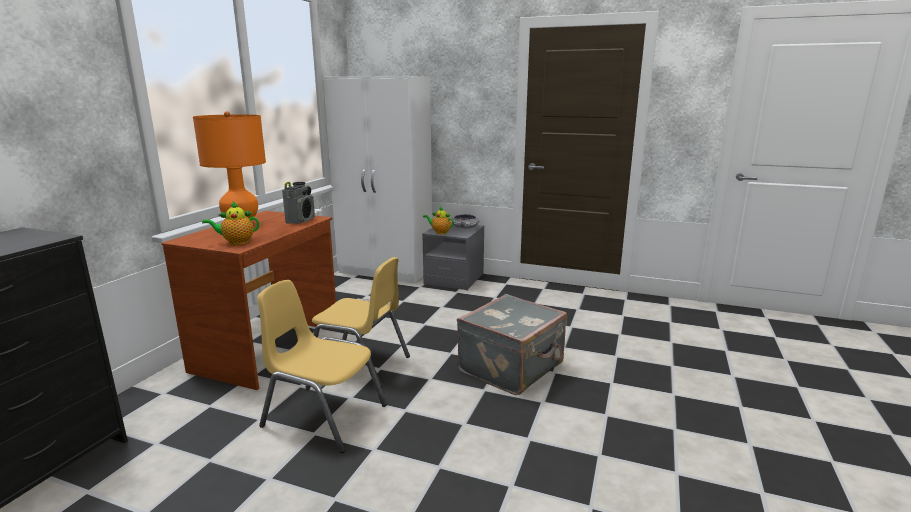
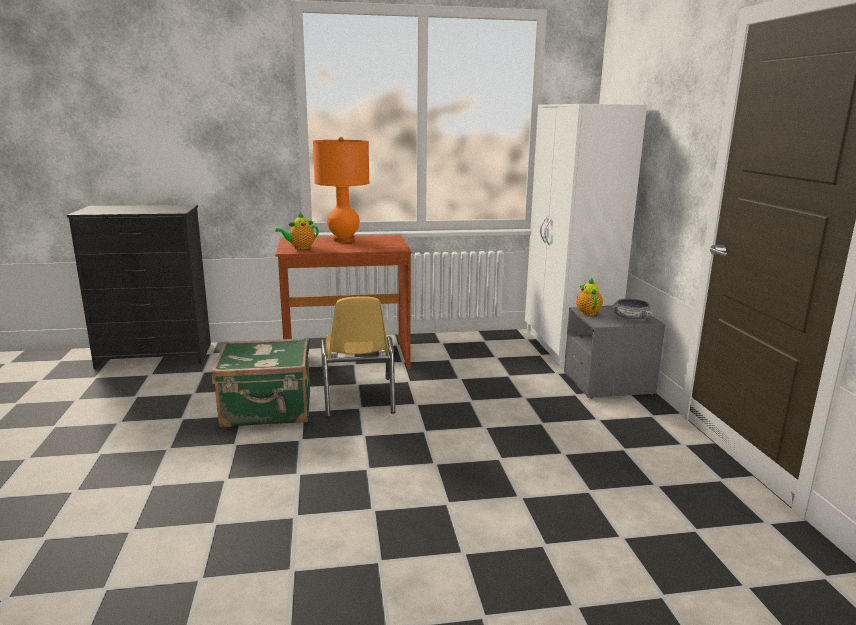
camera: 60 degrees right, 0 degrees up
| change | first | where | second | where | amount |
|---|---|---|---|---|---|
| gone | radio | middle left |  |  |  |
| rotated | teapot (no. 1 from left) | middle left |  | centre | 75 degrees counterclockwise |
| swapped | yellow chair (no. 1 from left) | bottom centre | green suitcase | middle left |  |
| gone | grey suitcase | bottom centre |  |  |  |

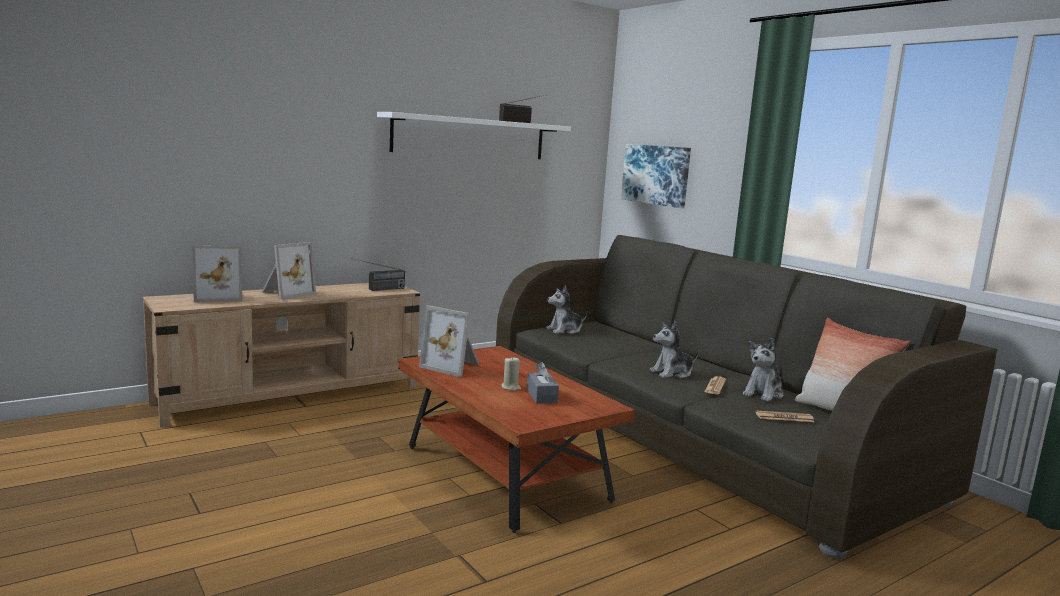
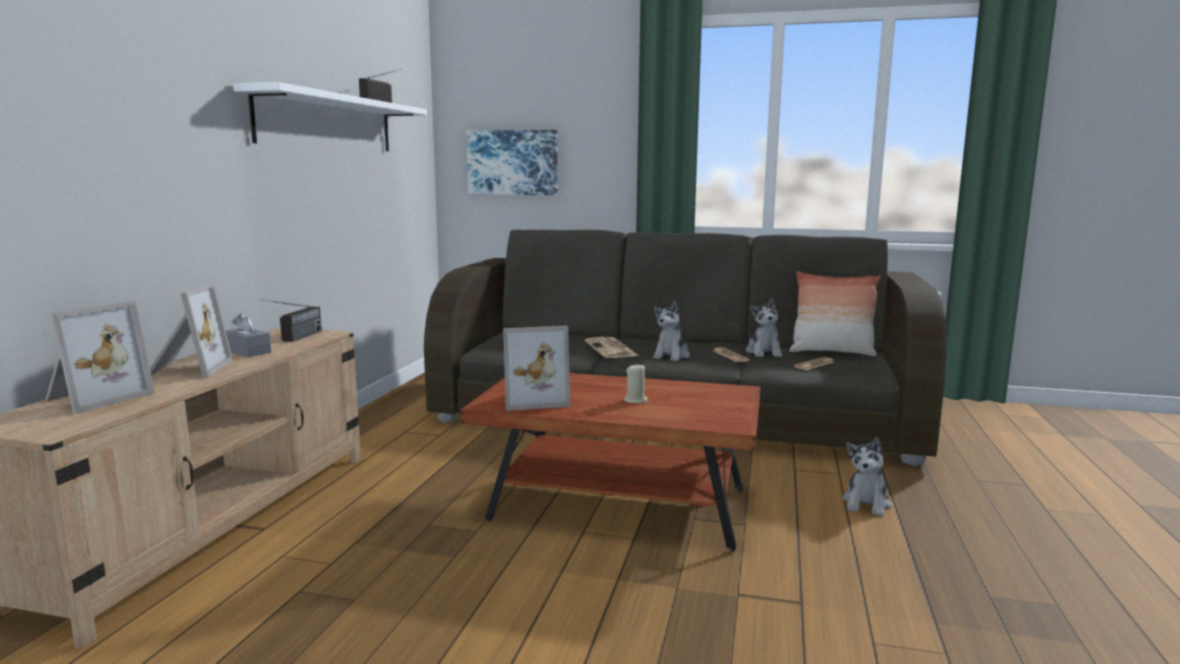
camera: 40 degrees left, 0 degrees up
| change | first | where | second | where | amount |
|---|---|---|---|---|---|
| shifted | plush toy (no. 1 from left in the first image) | centre | plush toy (no. 3 from left) | bottom right |  |
| shifted | grey tissue box | centre |  | middle left |  |
| new |  |  | newspaper (no. 1 from left) | centre |  |

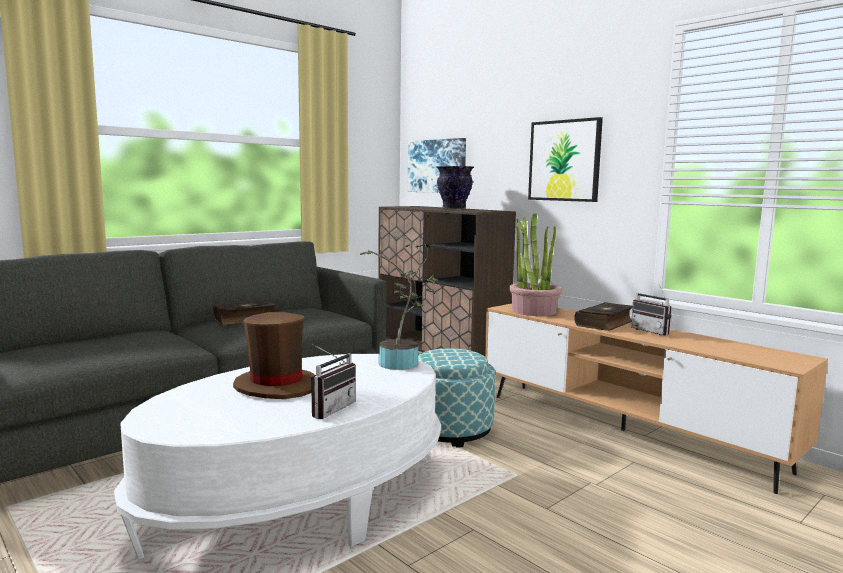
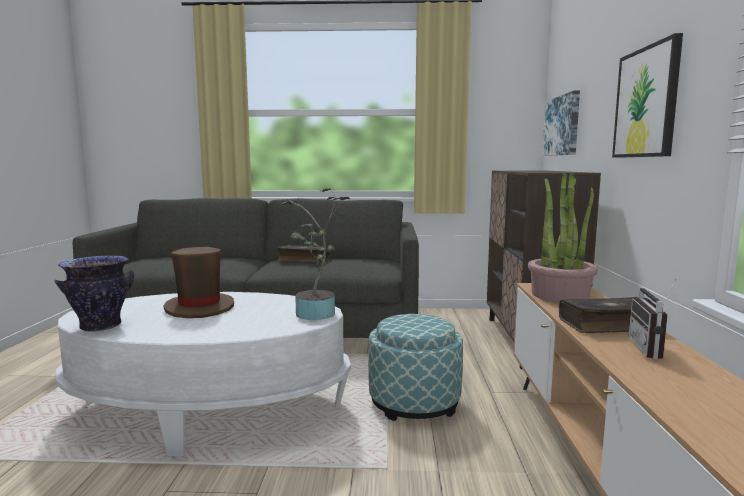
camera: 45 degrees right, 0 degrees up
| change | first | where | second | where | amount |
|---|---|---|---|---|---|
| shifted | vase | top centre |  | middle left |  |
| gone | radio (no. 1 from left) | centre |  |  |  |

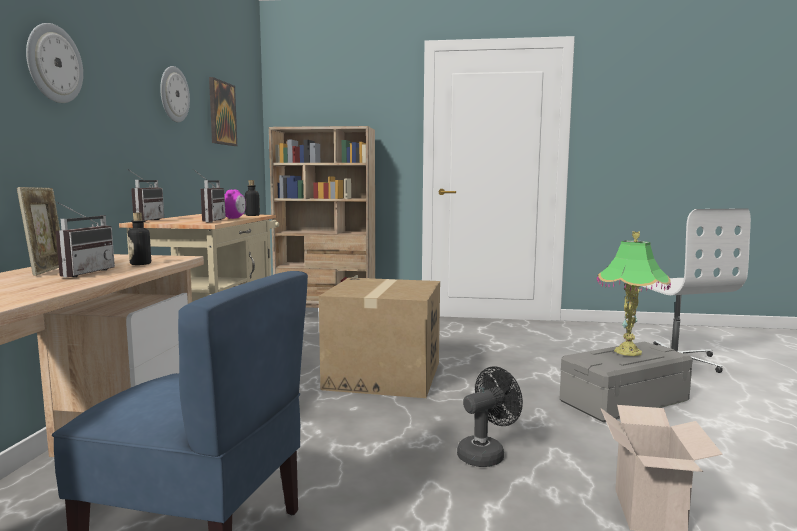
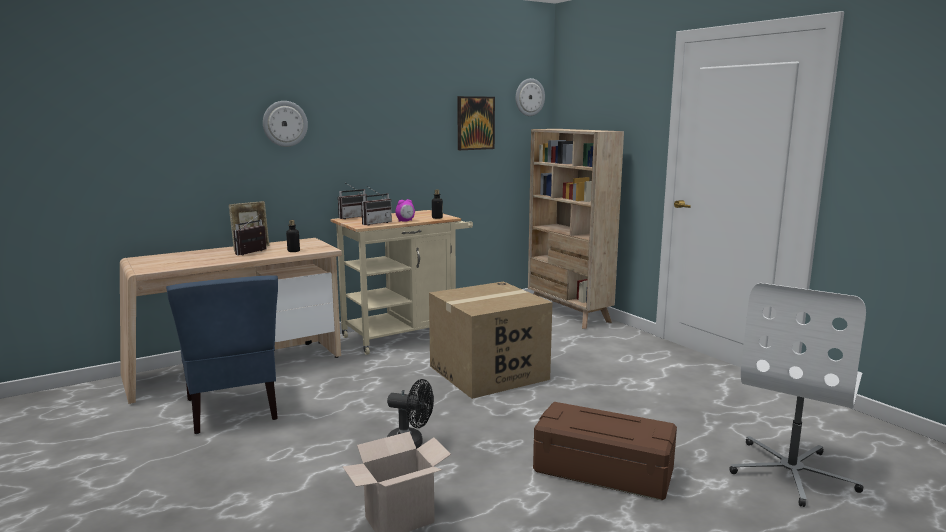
camera: 50 degrees right, 5 degrees up
| change | first | where | second | where | amount |
|---|---|---|---|---|---|
| shifted | wall clock (no. 2 from left) | top left |  | top centre |  |
| rotated | radio (no. 1 from left) | middle left |  | middle left | 150 degrees clockwise |
| gone | table lamp | middle right |  |  |  |
| repainted | grey storage box | bottom right | brown storage box | bottom centre |  |

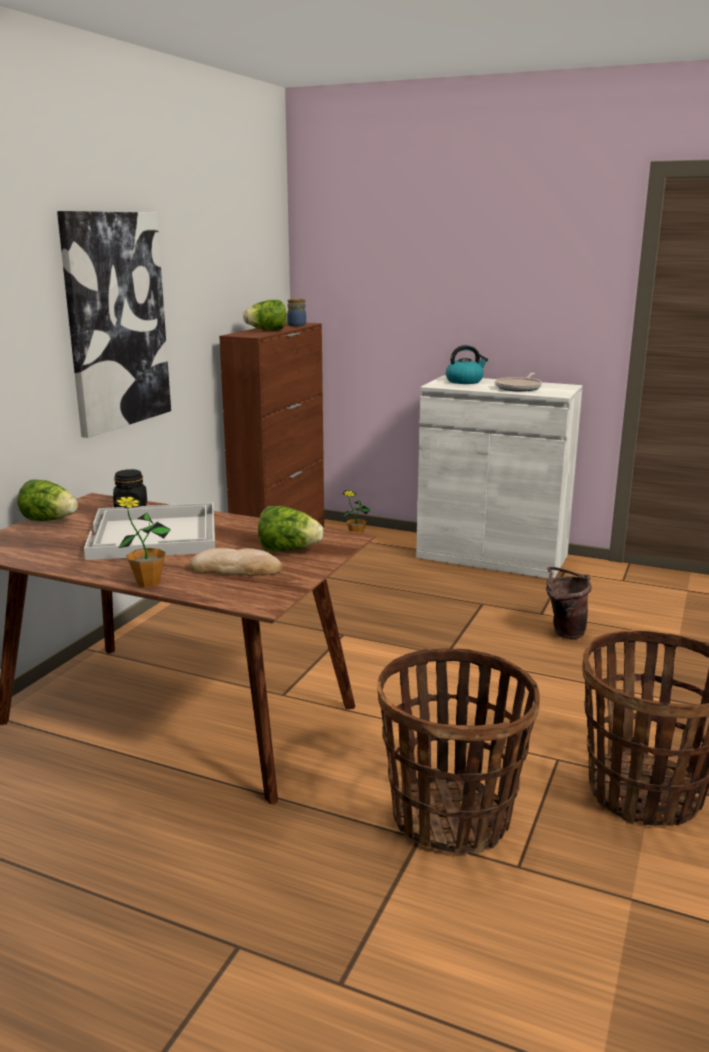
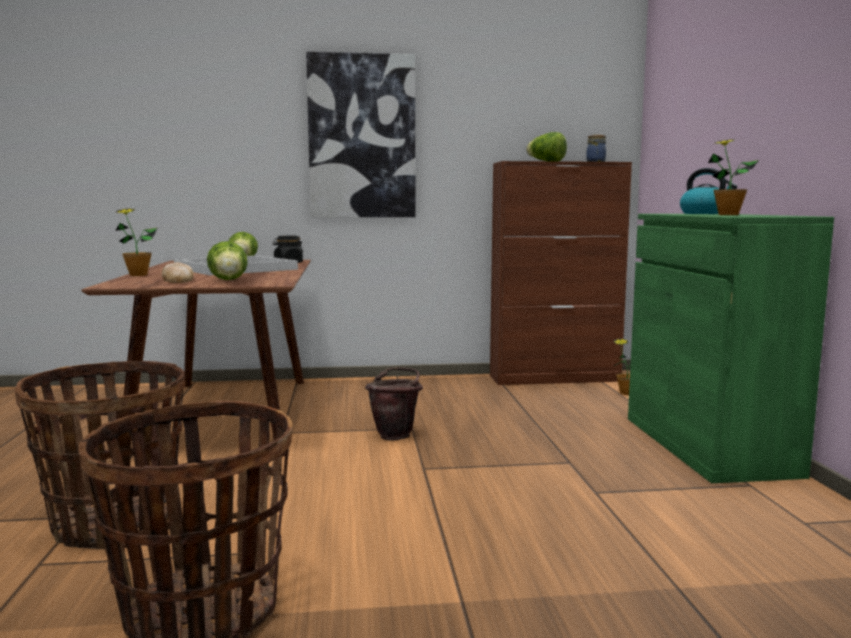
camera: 60 degrees right, 10 degrees down
| change | first | where | second | where | amount |
|---|---|---|---|---|---|
| swapped | frying pan | middle right | potted plant (no. 3 from left) | top right |  |
| repainted | white cabinet | middle right | green cabinet | middle right |  |
| shifted | brown bucket | middle right |  | centre |  |

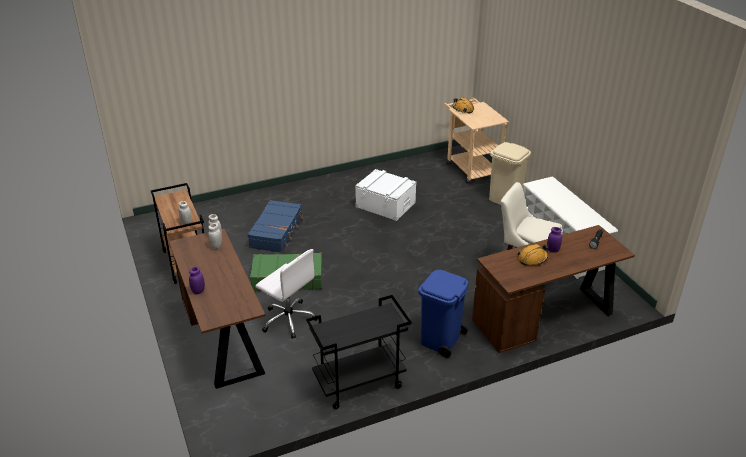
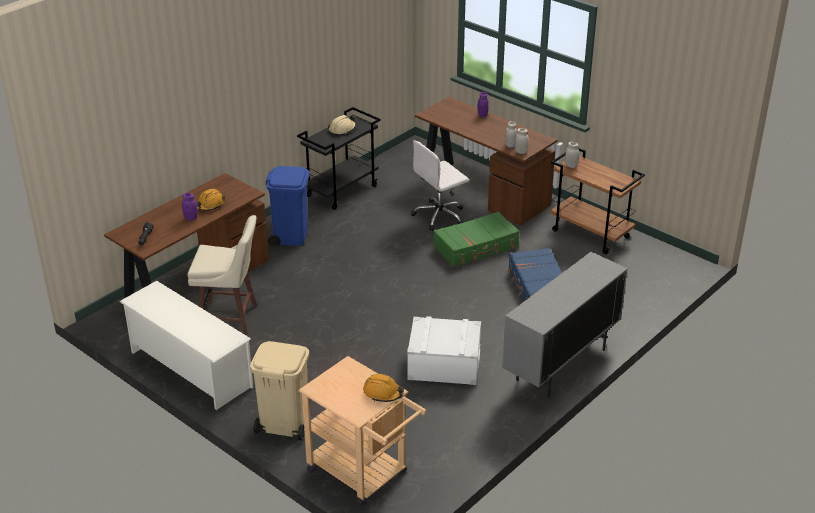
camera: 155 degrees right, 0 degrees up
| change | first | where | second | where | amount |
|---|---|---|---|---|---|
| rotated | white office chair | centre |  | centre | 45 degrees counterclockwise |
| new |  |  | beige hard hat | top centre |  |
| new |  |  | grey cabinet | middle right |  |

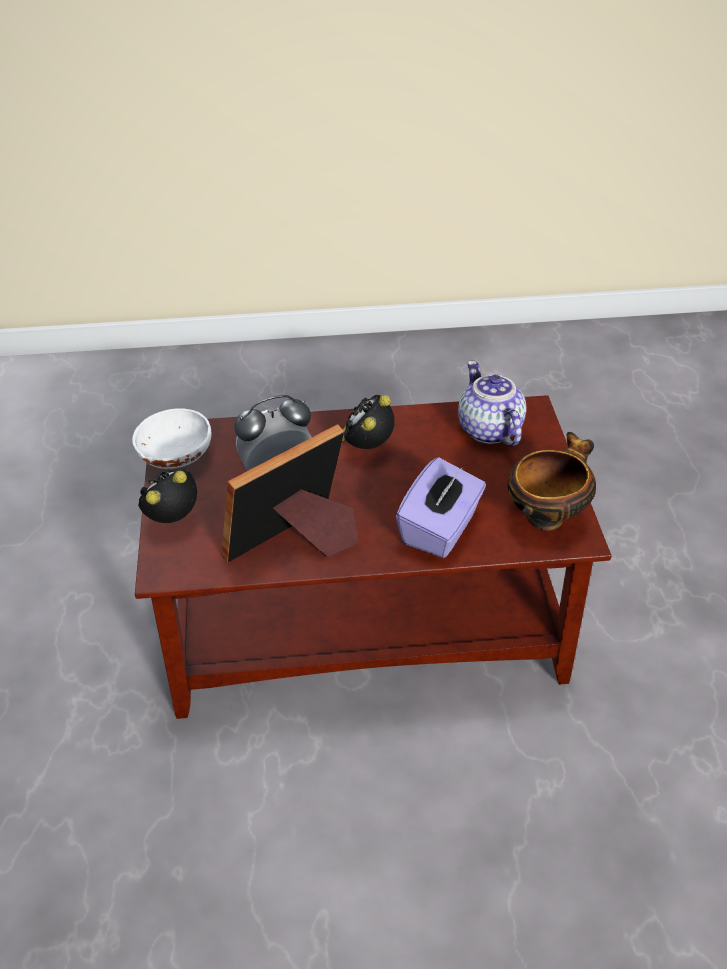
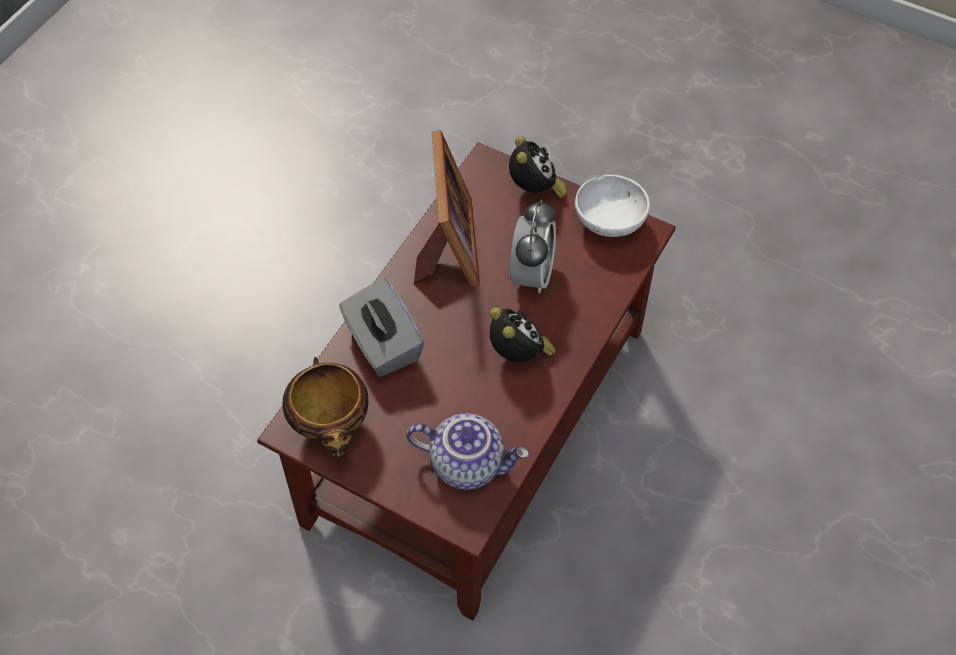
camera: 125 degrees right, 15 degrees up
| change | first | where | second | where | amount |
|---|---|---|---|---|---|
| repainted | purple tissue box | centre | grey tissue box | centre |  |

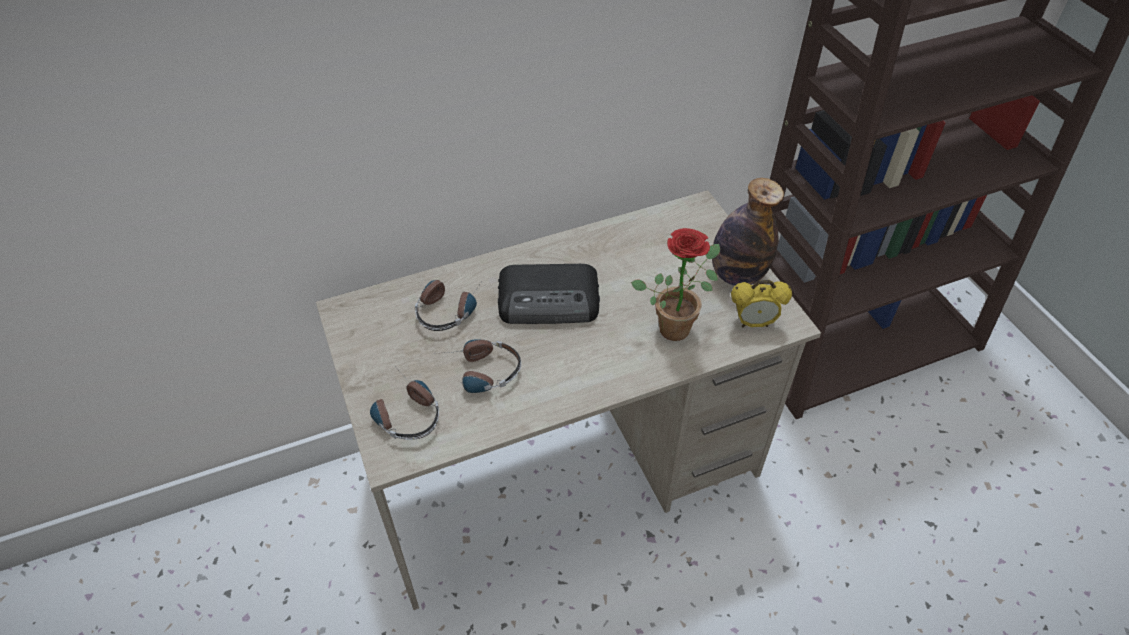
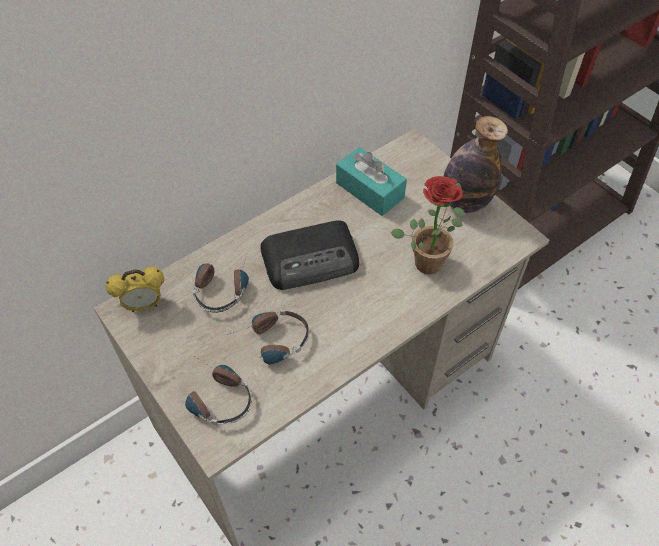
camera: 15 degrees left, 5 degrees up
| change | first | where | second | where | amount |
|---|---|---|---|---|---|
| shifted | alarm clock | middle right |  | middle left |  |
| new |  |  | turquoise tissue box | top centre |  |

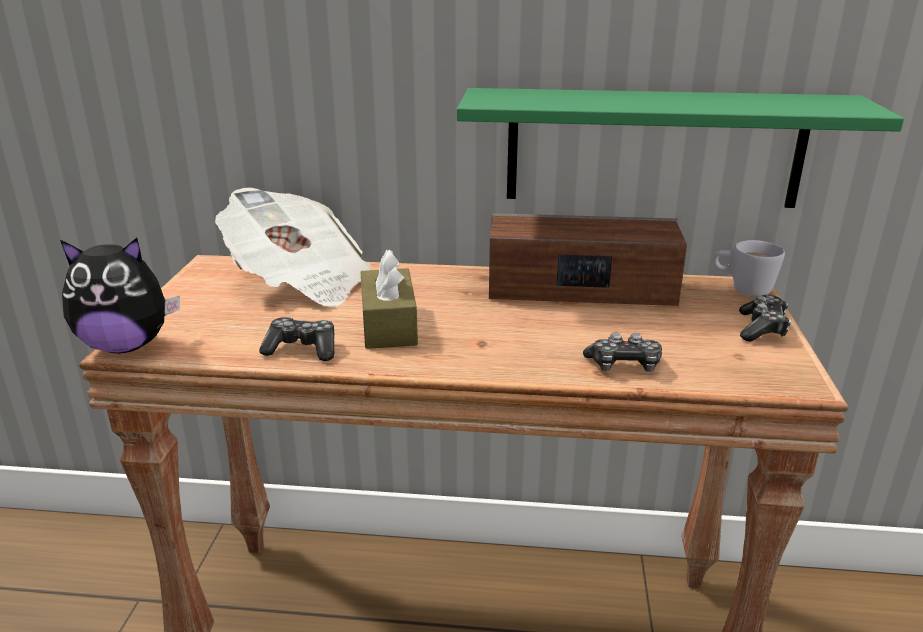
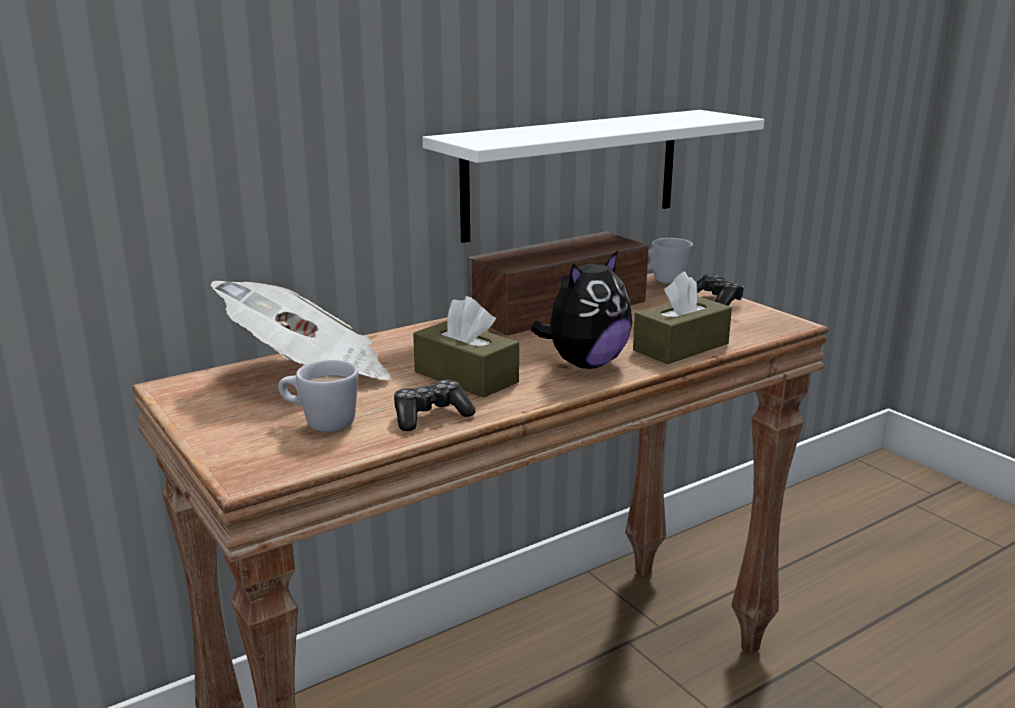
camera: 40 degrees left, 5 degrees down
| change | first | where | second | where | amount |
|---|---|---|---|---|---|
| repainted | green shelf | top right | white shelf | top centre |  |
| shifted | plush toy | middle left |  | centre |  |
| swapped | game controller (no. 2 from left) | middle right | brown tissue box (no. 2 from left) | middle right |  |
| new |  |  | white mug (no. 1 from left) | middle left |  |

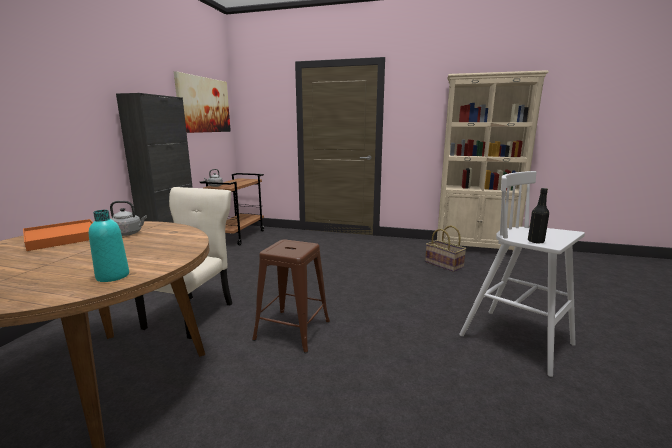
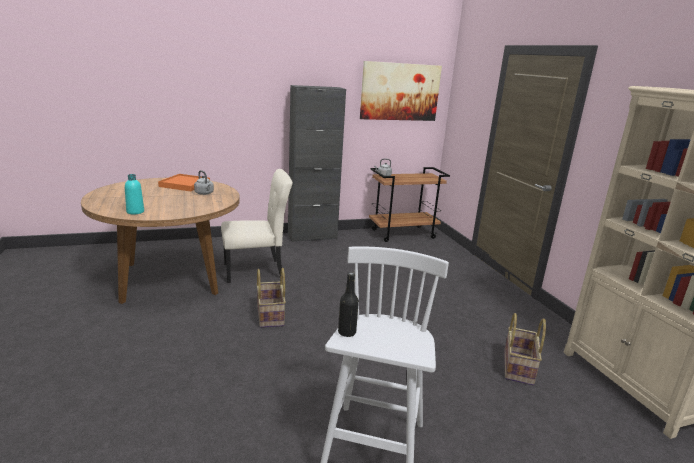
camera: 55 degrees right, 5 degrees up
| change | first | where | second | where | amount |
|---|---|---|---|---|---|
| swapped | brown stool | centre | basket (no. 1 from left) | centre |  |

